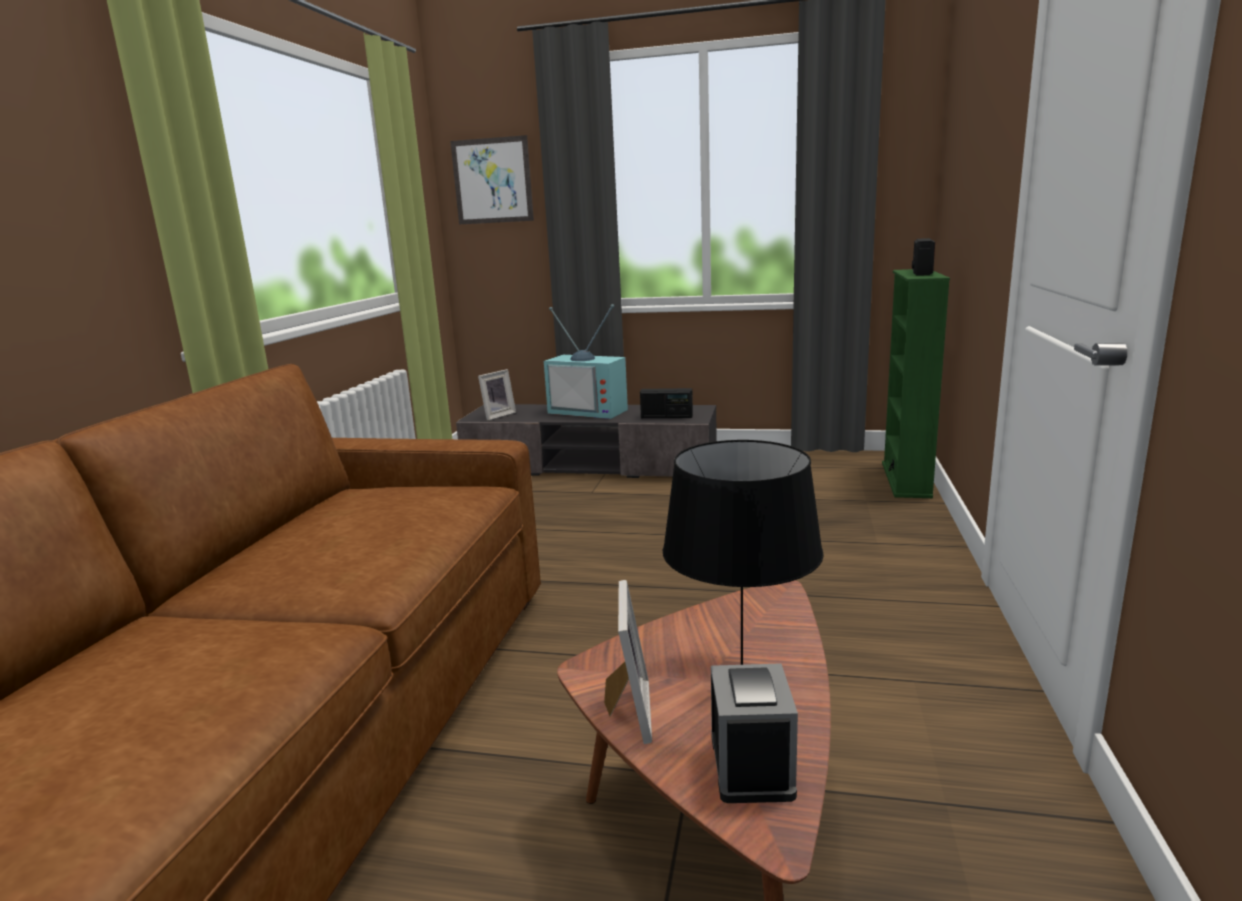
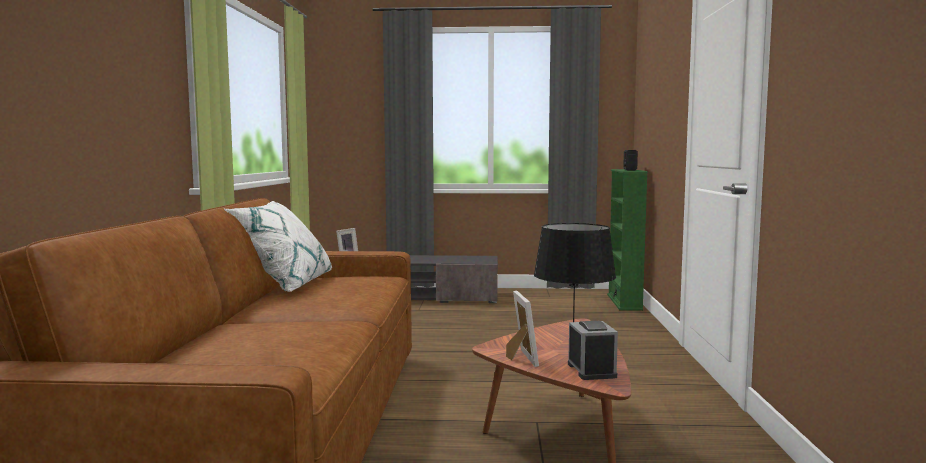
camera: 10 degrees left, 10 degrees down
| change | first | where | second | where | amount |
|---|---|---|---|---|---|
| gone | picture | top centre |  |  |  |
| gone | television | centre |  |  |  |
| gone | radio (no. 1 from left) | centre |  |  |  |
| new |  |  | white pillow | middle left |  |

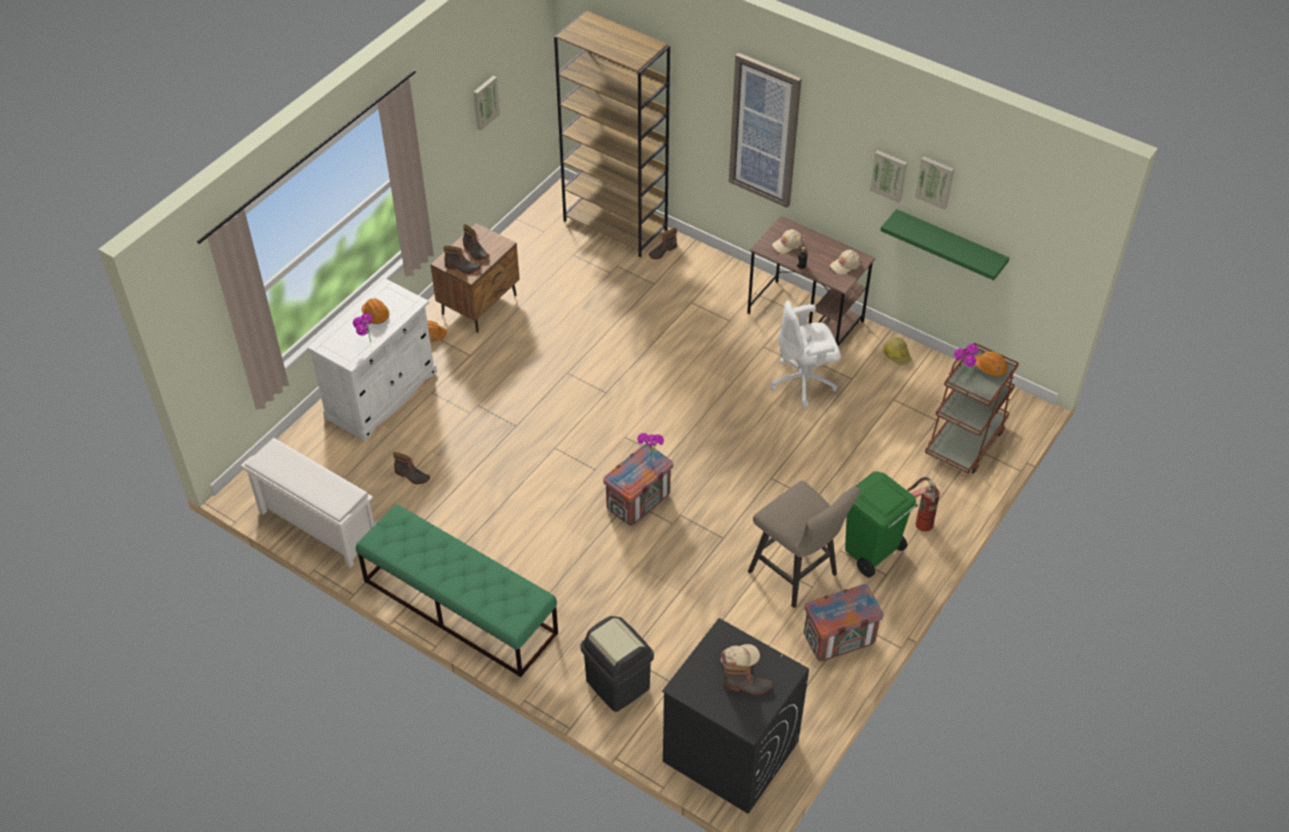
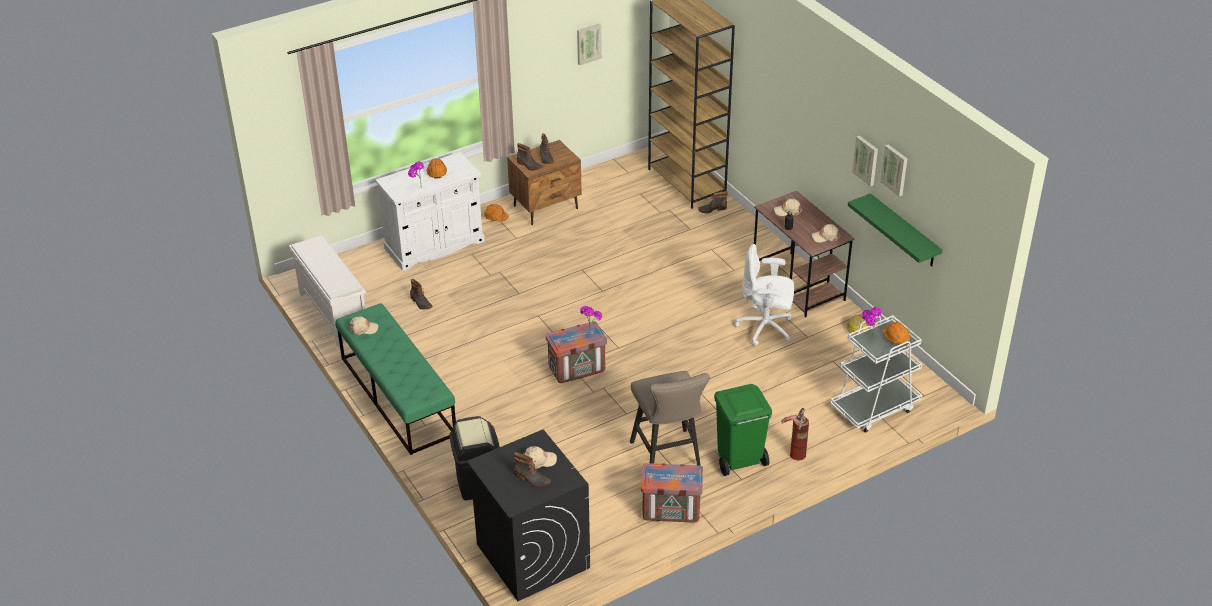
camera: 25 degrees right, 10 degrees down
| change | first | where | second | where | amount |
|---|---|---|---|---|---|
| gone | picture (no. 2 from left) | top centre |  |  |  |
| repainted | brown cart | middle right | white cart | middle right |  |
| new |  |  | beige cap (no. 1 from left) | middle left |  |

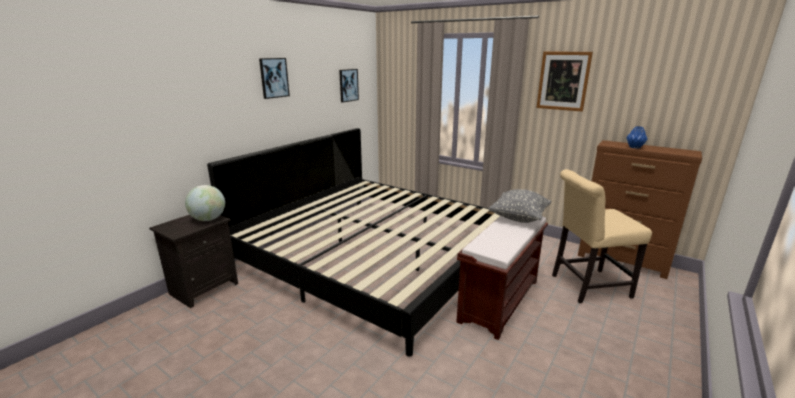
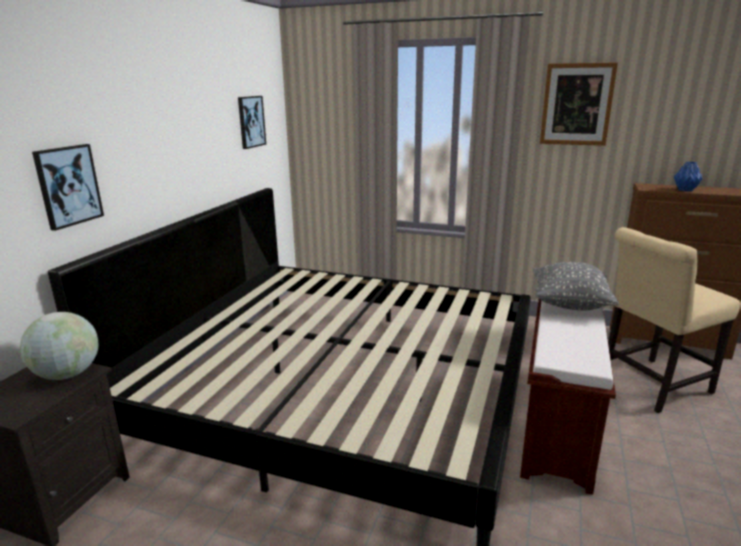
camera: 15 degrees left, 0 degrees up
| change | first | where | second | where | amount |
|---|---|---|---|---|---|
| shifted | picture (no. 1 from left) | top centre |  | middle left |  |

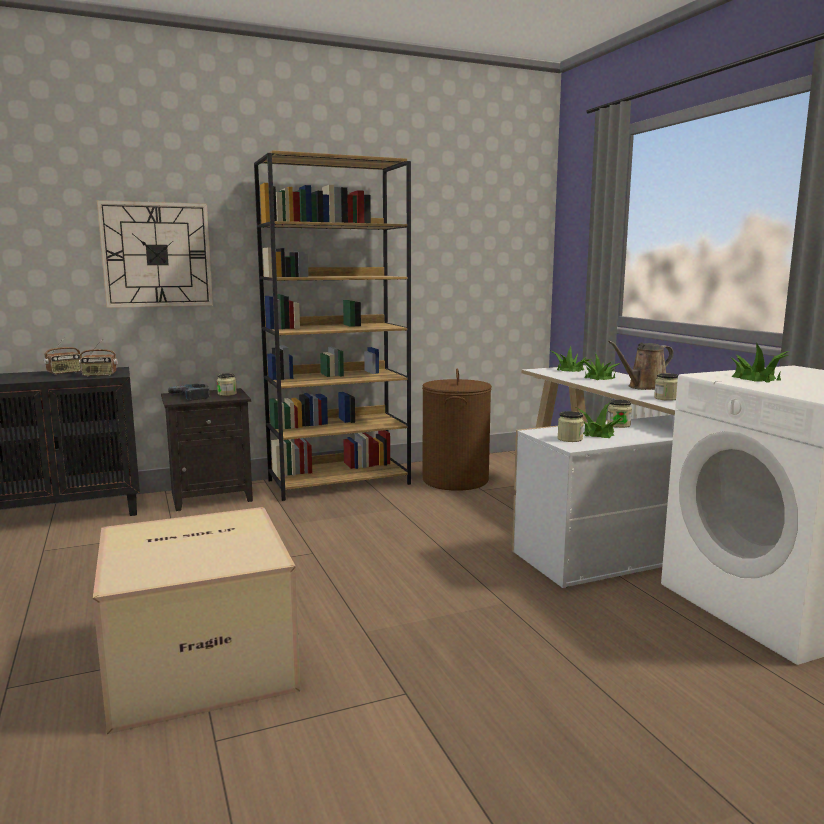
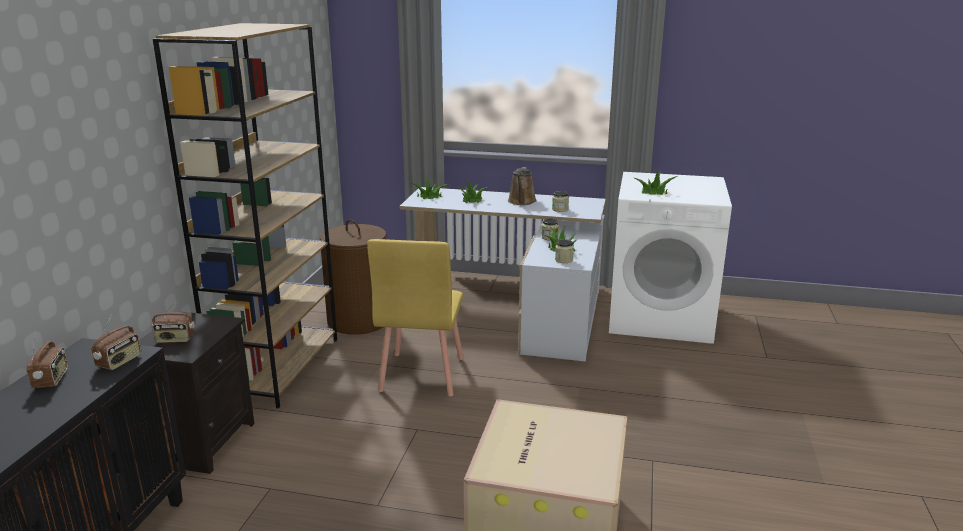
camera: 55 degrees left, 10 degrees up
| change | first | where | second | where | amount |
|---|---|---|---|---|---|
| gone | wall clock | top left |  |  |  |
| gone | jar (no. 1 from left) | middle left |  |  |  |
| swapped | power drill | middle left | radio (no. 3 from left) | middle left |  |
| new |  |  | yellow chair | centre |  |

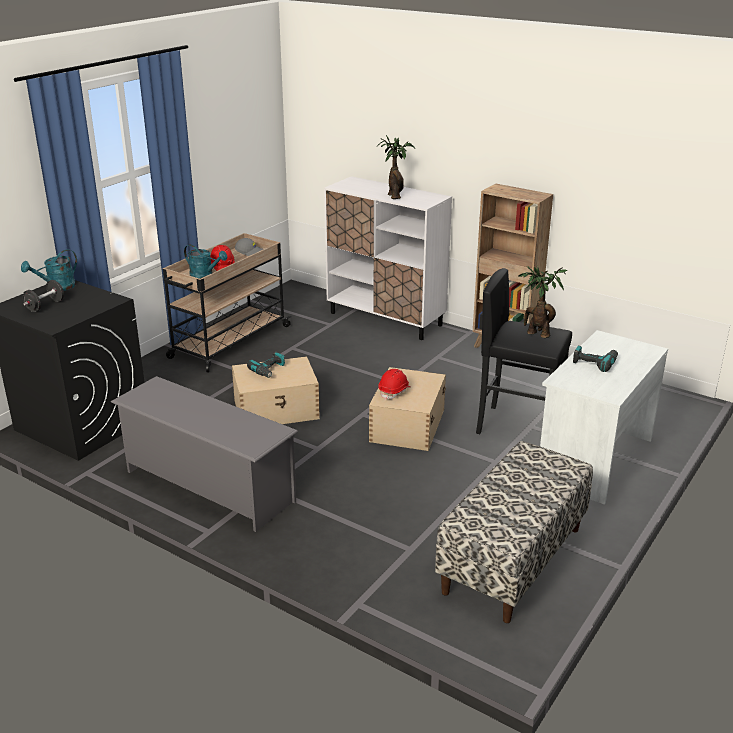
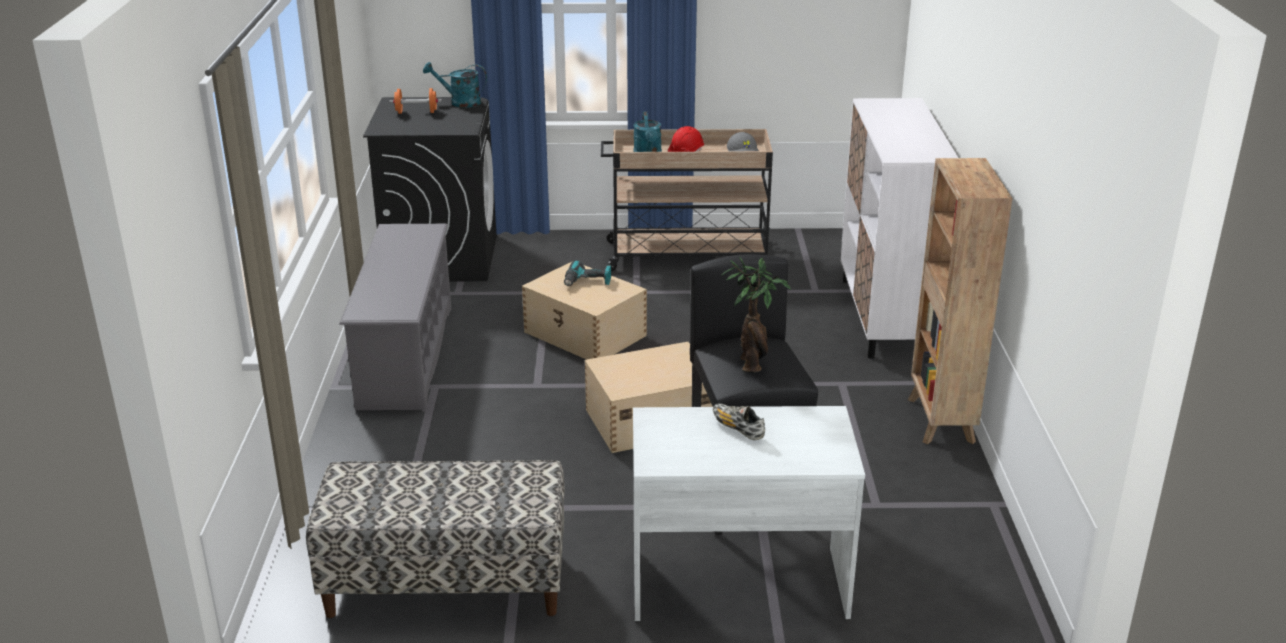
camera: 55 degrees right, 0 degrees up
| change | first | where | second | where | amount |
|---|---|---|---|---|---|
| gone | potted plant (no. 1 from left) | top centre |  |  |  |
| repainted | black dumbbell | middle left | orange dumbbell | top left |  |
| swapped | power drill (no. 2 from left) | middle right | shoe | centre |  |
| gone | red hard hat (no. 2 from left) | centre |  |  |  |

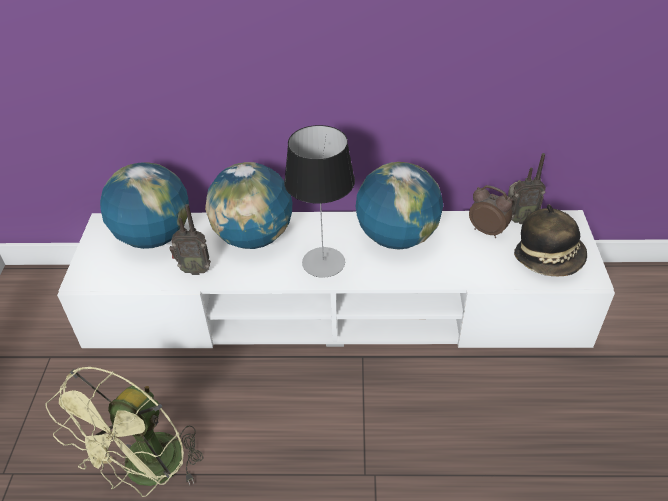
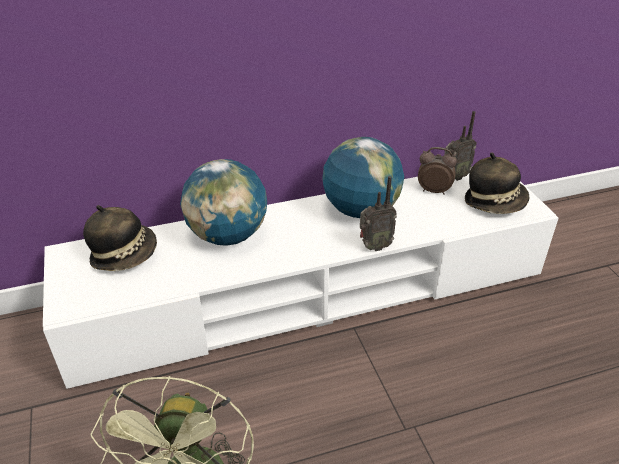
camera: 20 degrees left, 5 degrees down
| change | first | where | second | where | amount |
|---|---|---|---|---|---|
| gone | table lamp | centre |  |  |  |
| swapped | globe (no. 1 from left) | middle left | hat (no. 1 from left) | middle left |  |
| shifted | radio (no. 1 from left) | middle left |  | centre |  |

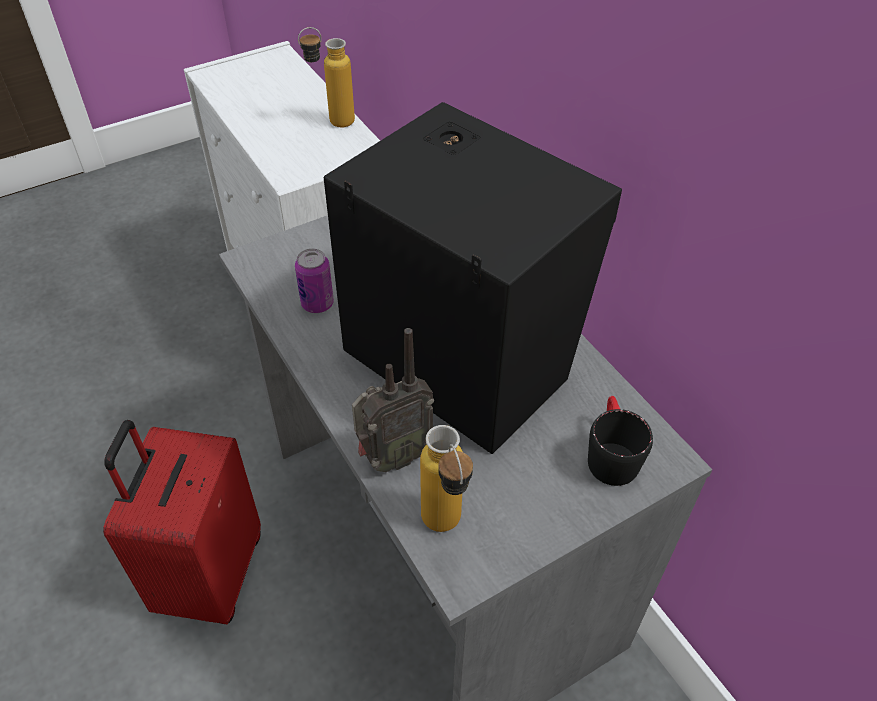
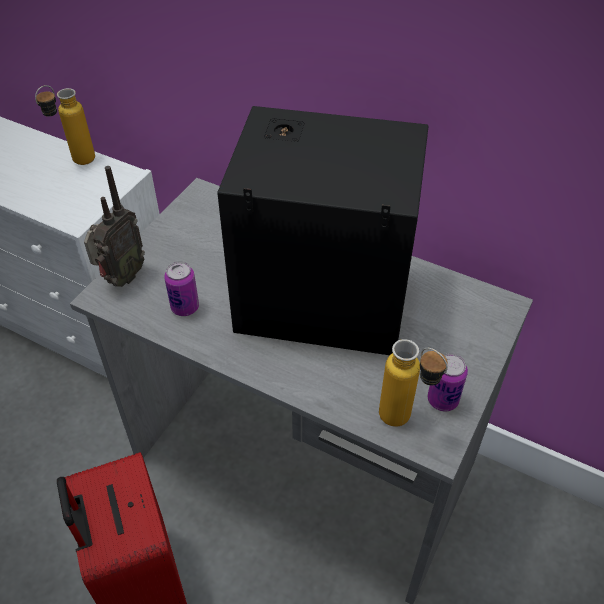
camera: 30 degrees left, 0 degrees up
| change | first | where | second | where | amount |
|---|---|---|---|---|---|
| shifted | radio | centre |  | middle left |  |
| gone | black mug | middle right |  |  |  |
| new |  |  | can (no. 2 from left) | middle right |  |

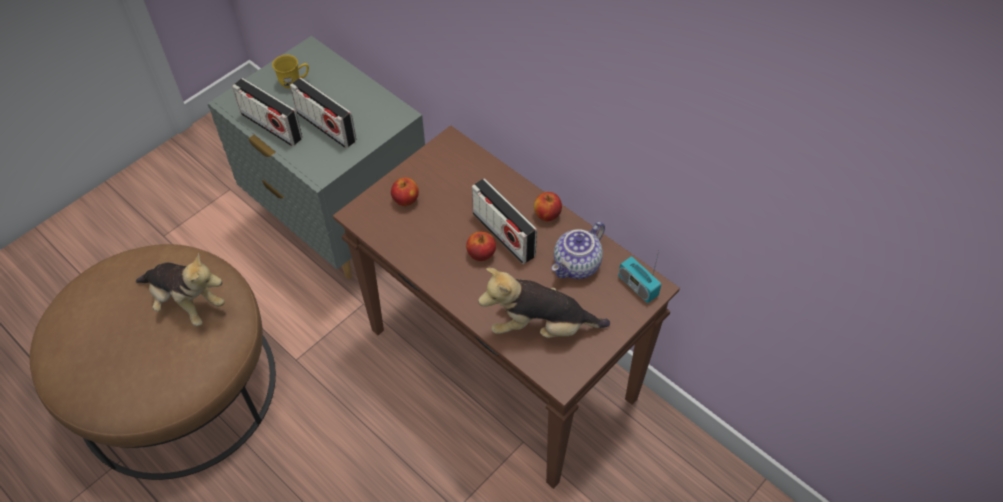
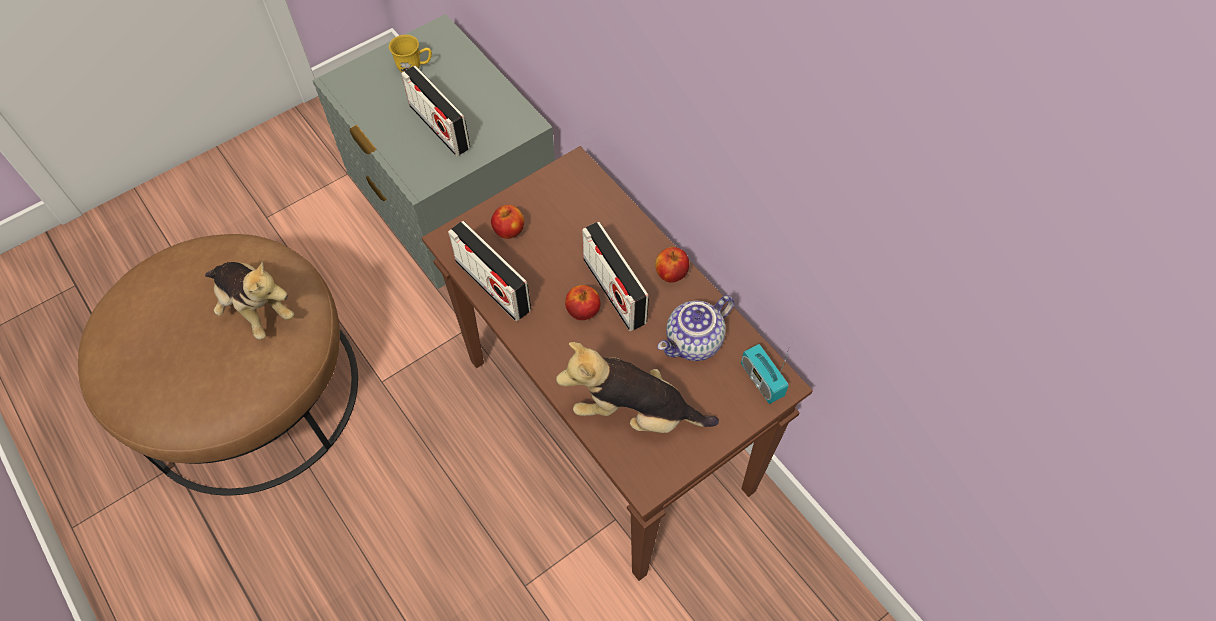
camera: 10 degrees right, 5 degrees up
| change | first | where | second | where | amount |
|---|---|---|---|---|---|
| shifted | radio (no. 1 from left in the first image) | top left | radio (no. 2 from left) | centre |  |

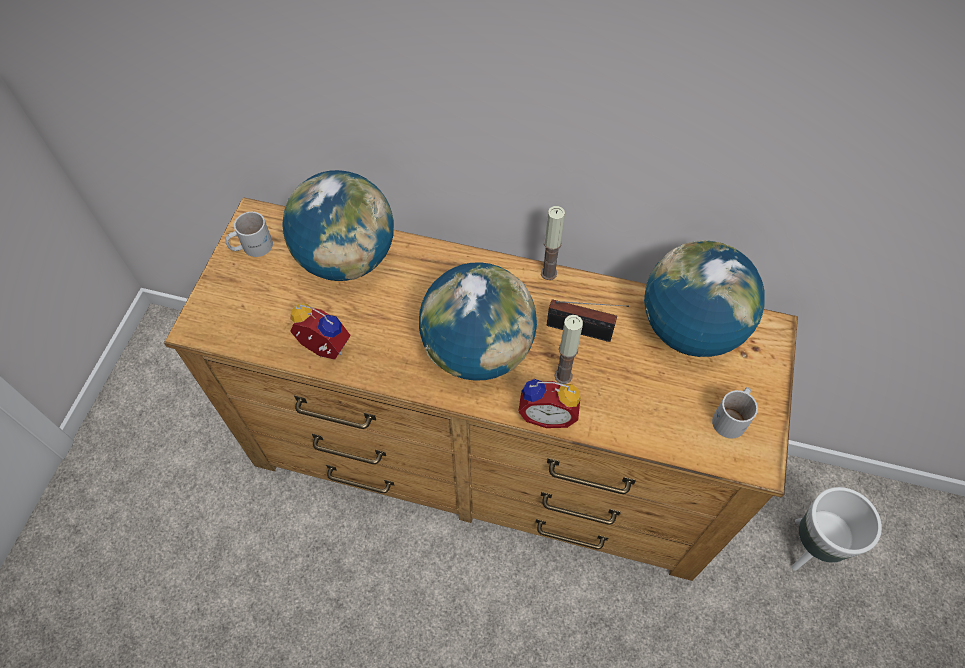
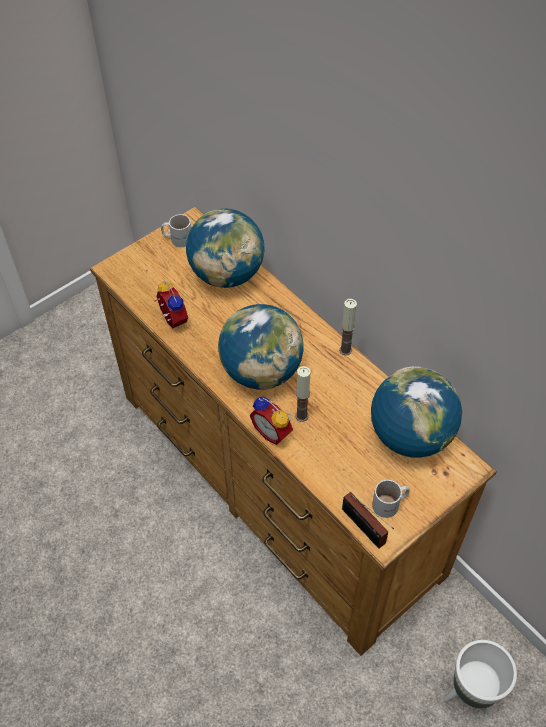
camera: 35 degrees right, 5 degrees down
| change | first | where | second | where | amount |
|---|---|---|---|---|---|
| shifted | radio | centre |  | bottom right |  |

